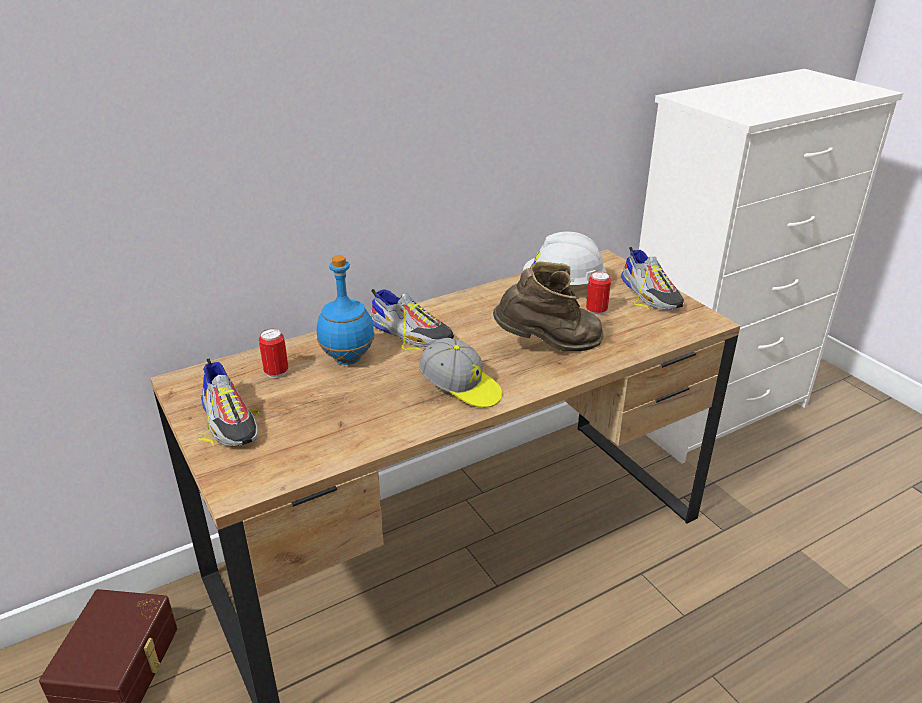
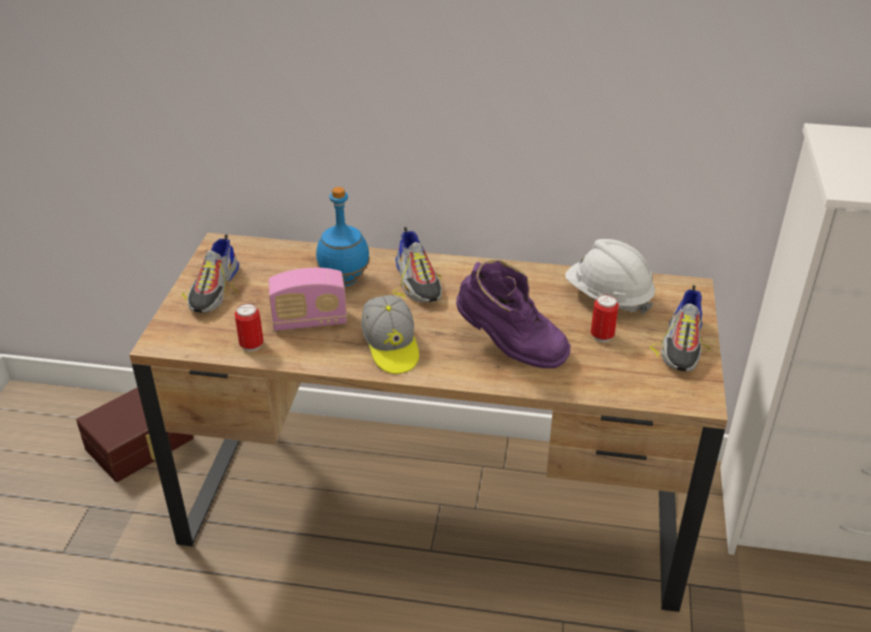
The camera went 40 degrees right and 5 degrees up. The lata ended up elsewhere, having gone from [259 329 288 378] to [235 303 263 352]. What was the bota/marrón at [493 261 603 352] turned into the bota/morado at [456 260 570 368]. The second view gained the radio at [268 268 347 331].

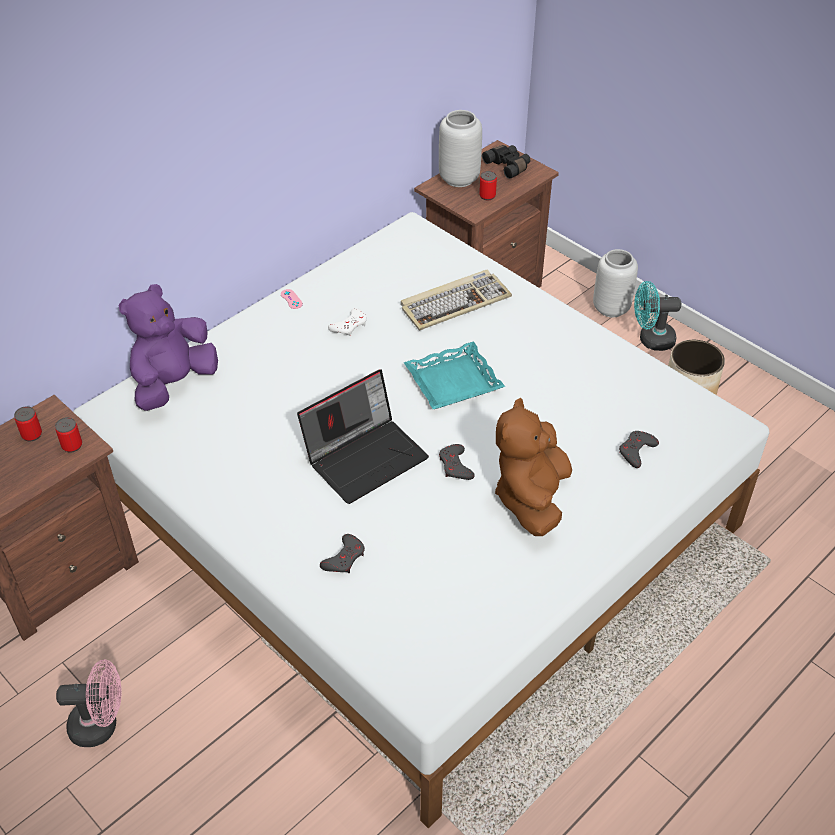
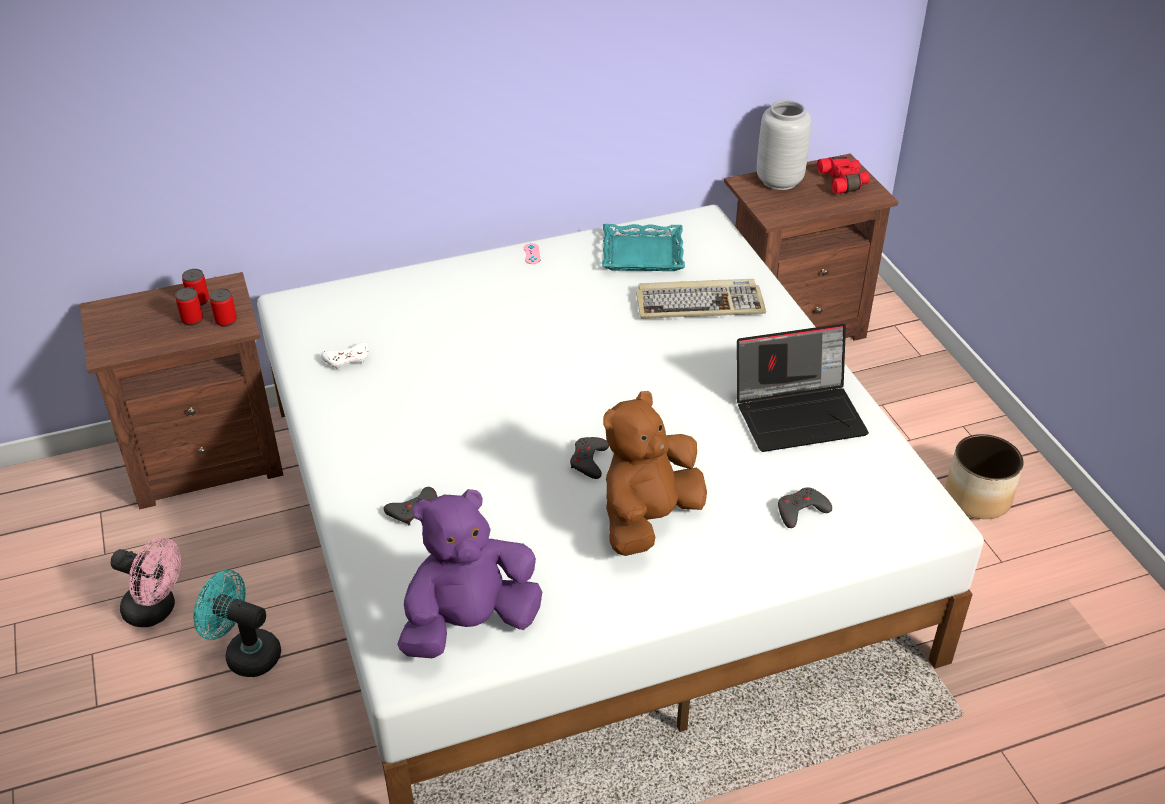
The camera went 25 degrees right and 5 degrees down. The peluche/morado ended up elsewhere, having gone from [119 284 218 411] to [398 489 542 658]. The portátil ended up elsewhere, having gone from [297 369 429 504] to [737 324 869 452]. The mando de consola/blanco ended up elsewhere, having gone from [328 308 367 336] to [321 342 369 371]. The bandeja/turquesa ended up elsewhere, having gone from [404 341 505 409] to [602 224 685 271]. The lata ended up elsewhere, having gone from [479 171 497 200] to [175 287 203 326]. What was the prismáticos/negro at [482 145 530 179] turned into the prismáticos/rojo at [817 157 870 194]. The second view lost the florero/gris at [593 249 638 317]. The ventilador/turquesa ended up elsewhere, having gone from [634 281 681 351] to [194 570 281 677].

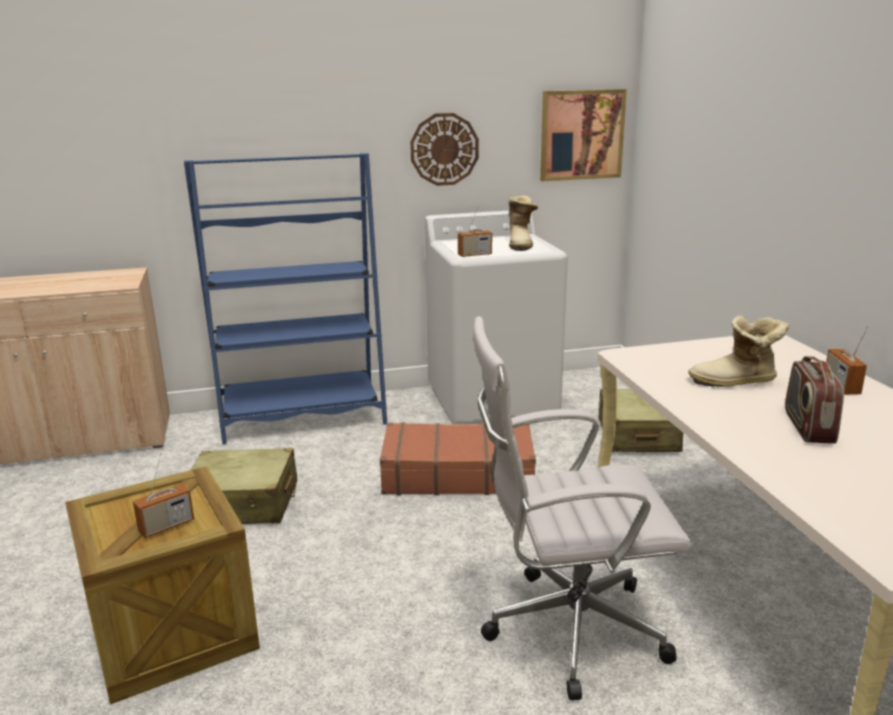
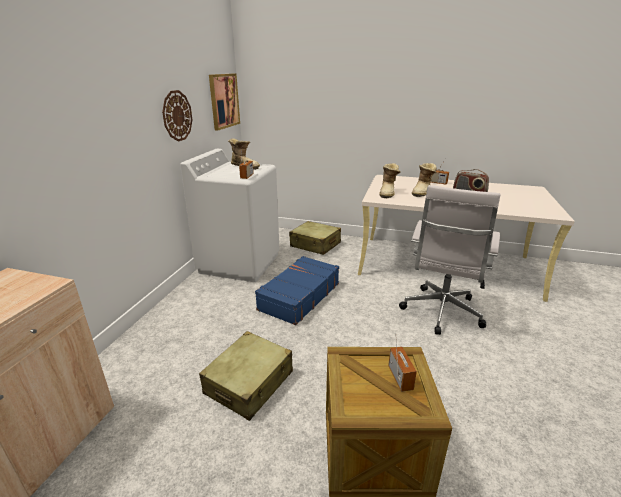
The camera went 60 degrees left and 5 degrees up. The second view lost the estantería/azul at [184 153 387 444]. What was the maleta/marrón at [380 422 536 496] turned into the maleta/azul at [255 256 339 325]. The second view gained the bota at [379 163 401 198].

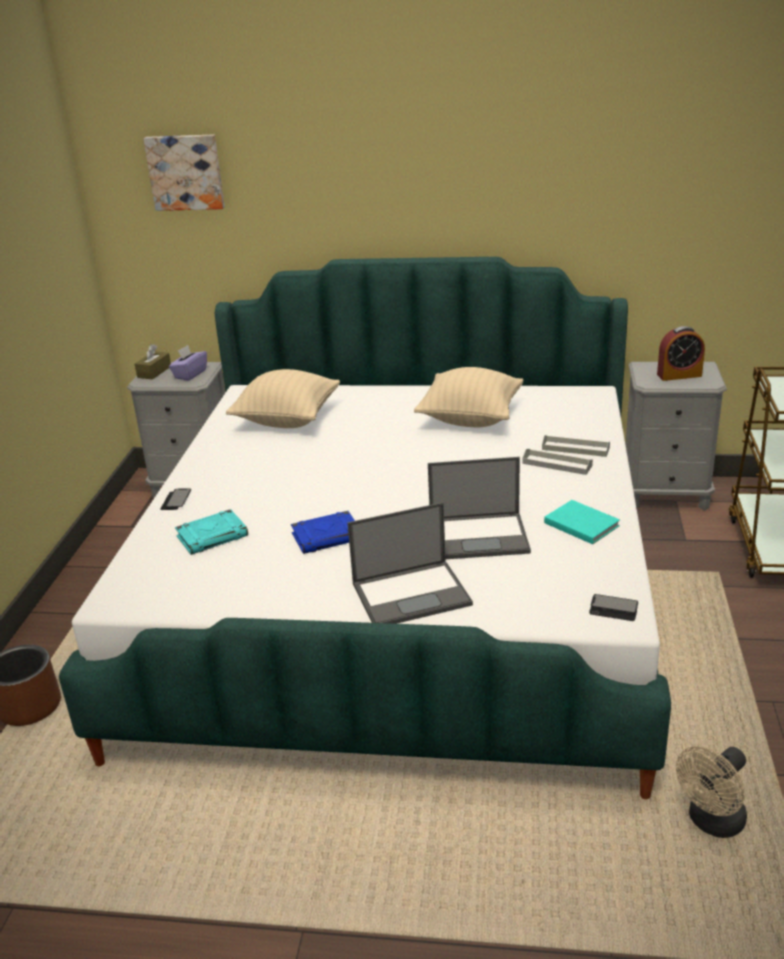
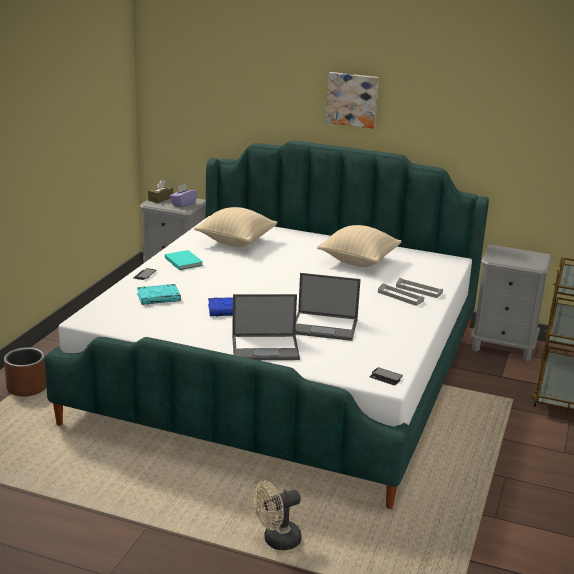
The camera went 10 degrees right and 5 degrees down. The cuadro ended up elsewhere, having gone from [143 134 225 211] to [326 72 379 128]. The libro/turquesa ended up elsewhere, having gone from [544 500 620 544] to [165 250 203 270]. The second view lost the despertador at [657 326 705 381]. The ventilador/beis ended up elsewhere, having gone from [676 746 747 838] to [253 481 302 550].

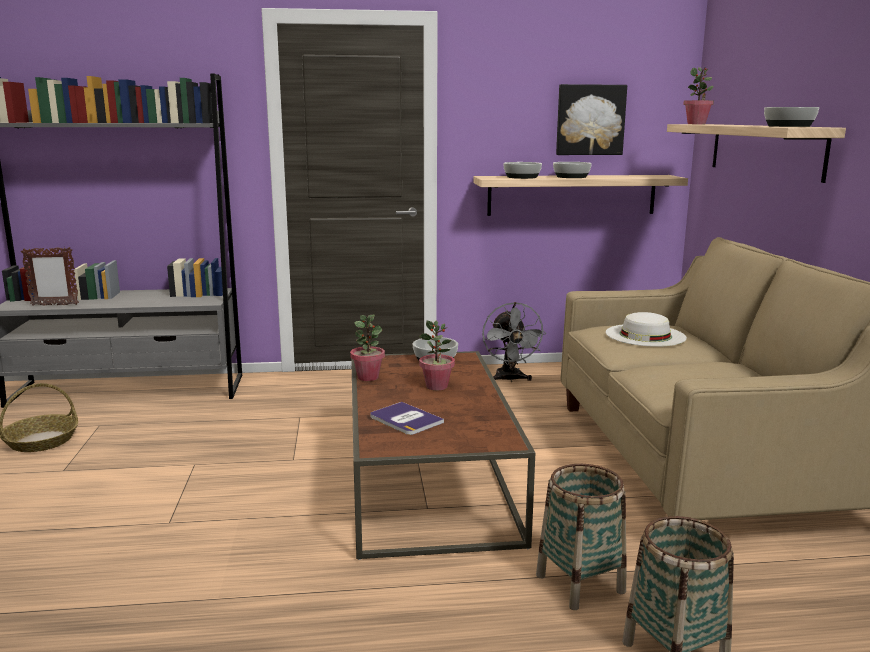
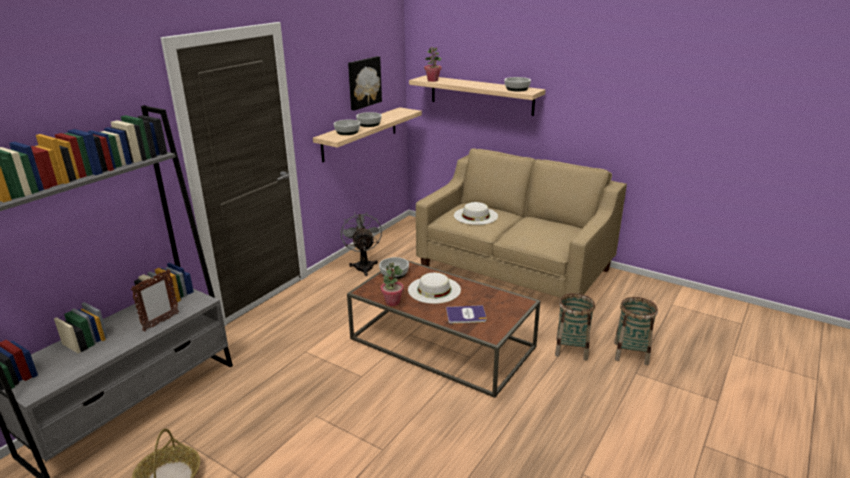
The camera went 50 degrees left and 10 degrees up. The portarretratos ended up elsewhere, having gone from [21 247 79 306] to [131 269 179 331]. Where the planta en maceta stood at [419 321 455 390], the sombrero/blanco came to stand at [408 273 461 304]. The ventilador/gris at [482 302 546 382] ended up facing another way, 135 degrees counterclockwise from before.

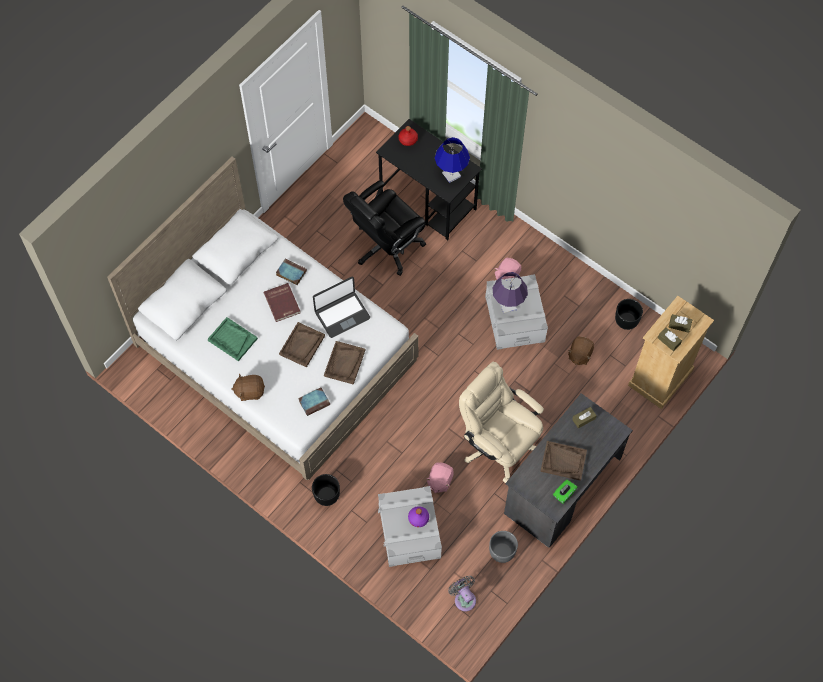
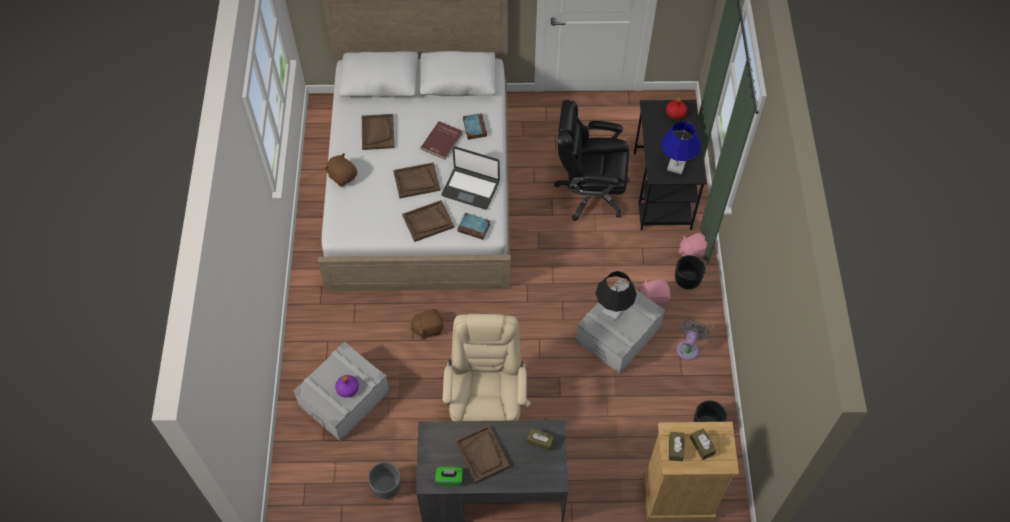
The camera went 50 degrees right and 5 degrees down. What was the bandeja/verde at [208 317 258 361] turned into the bandeja/marrón at [362 114 394 150]. The libro ended up elsewhere, having gone from [298 387 330 416] to [457 213 490 240]. The maceta/negro ended up elsewhere, having gone from [312 474 340 506] to [675 255 706 290]. The peluche/rosa ended up elsewhere, having gone from [426 463 454 493] to [678 233 708 259]. The ventilador/gris ended up elsewhere, having gone from [448 576 476 611] to [676 320 709 361]. What was the lámpara de mesa/morado at [493 272 528 314] turned into the lámpara de mesa/negro at [596 271 637 321]. The peluche/marrón ended up elsewhere, having gone from [568 337 594 365] to [410 309 444 339].

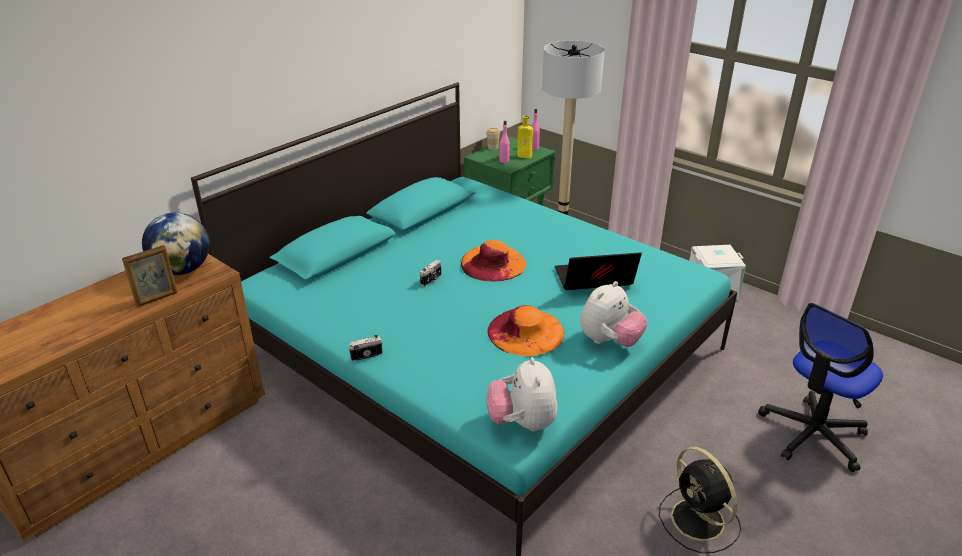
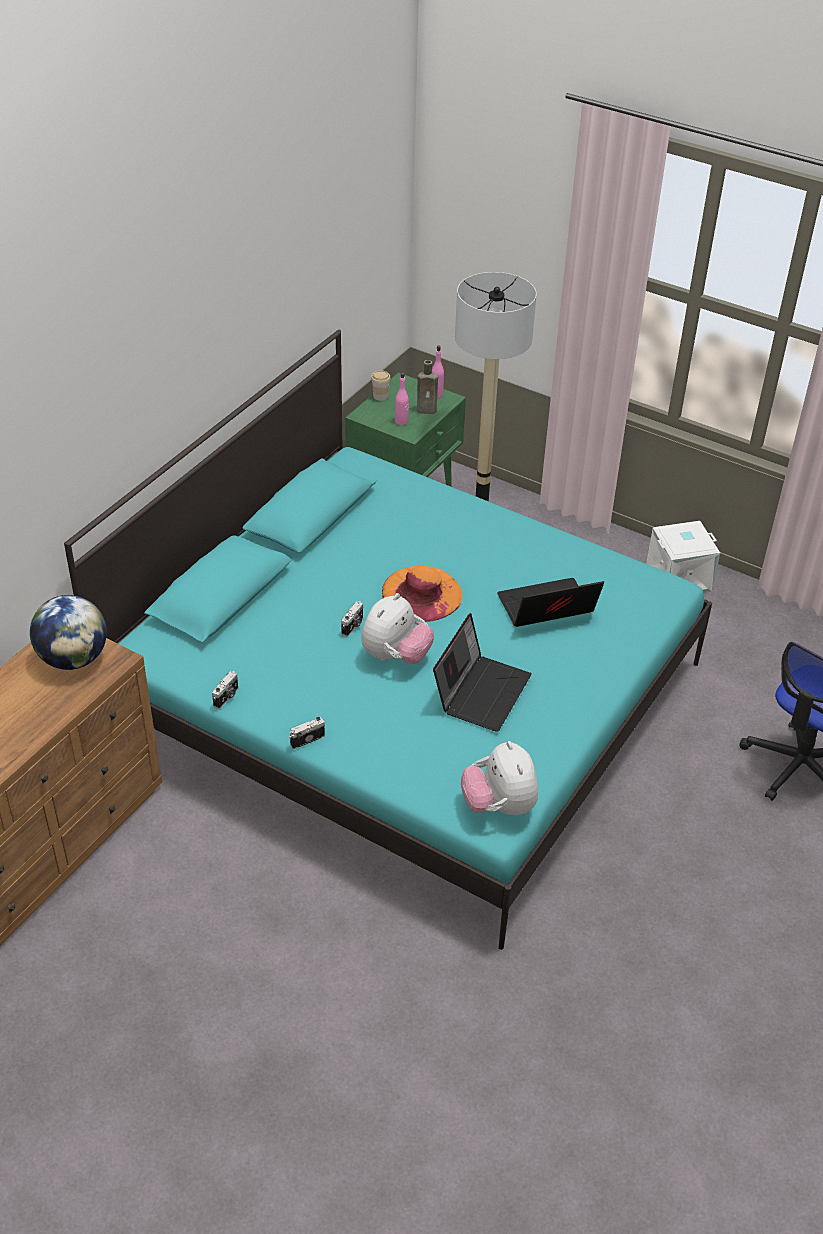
The camera went 10 degrees left and 10 degrees up. The second view lost the portarretratos at [122 245 178 307]. Where the sombrero/naranja stood at [487 305 564 356], the portátil came to stand at [433 613 532 732]. What was the botella/amarillo at [517 115 533 158] turned into the botella/marrón at [417 360 438 414]. The peluche ended up elsewhere, having gone from [580 281 647 347] to [361 593 434 664]. The second view lost the ventilador/negro at [659 447 741 553]. The second view gained the cámara at [212 671 238 709].

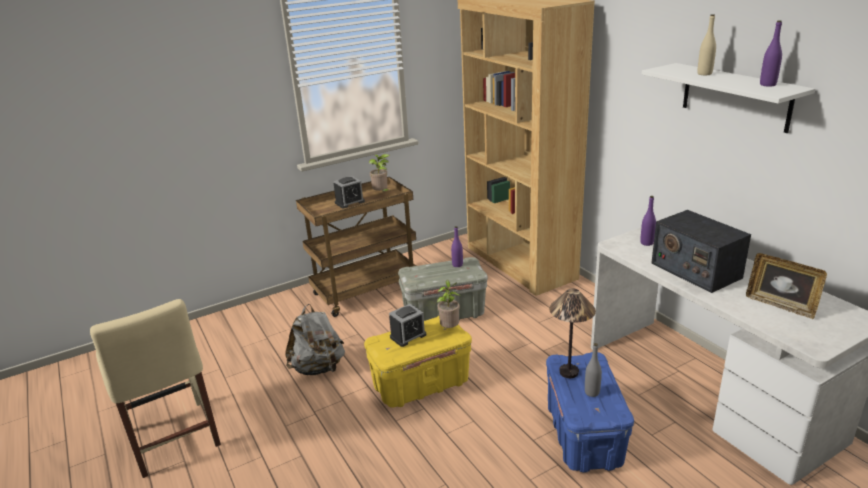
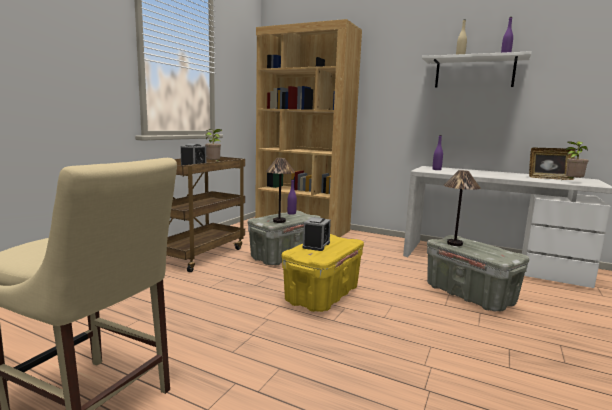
The camera went 35 degrees left and 15 degrees down. The second view lost the mochila/gris at [285 304 345 375]. The planta en maceta ended up elsewhere, having gone from [437 280 460 328] to [566 141 589 179]. What was the caja de almacenaje/azul at [546 352 634 473] turned into the caja de almacenaje/gris at [427 235 529 312]. The second view lost the botella/gris at [585 343 602 397]. The second view lost the radio at [651 210 751 293]. The second view gained the lámpara de mesa at [266 158 295 223].

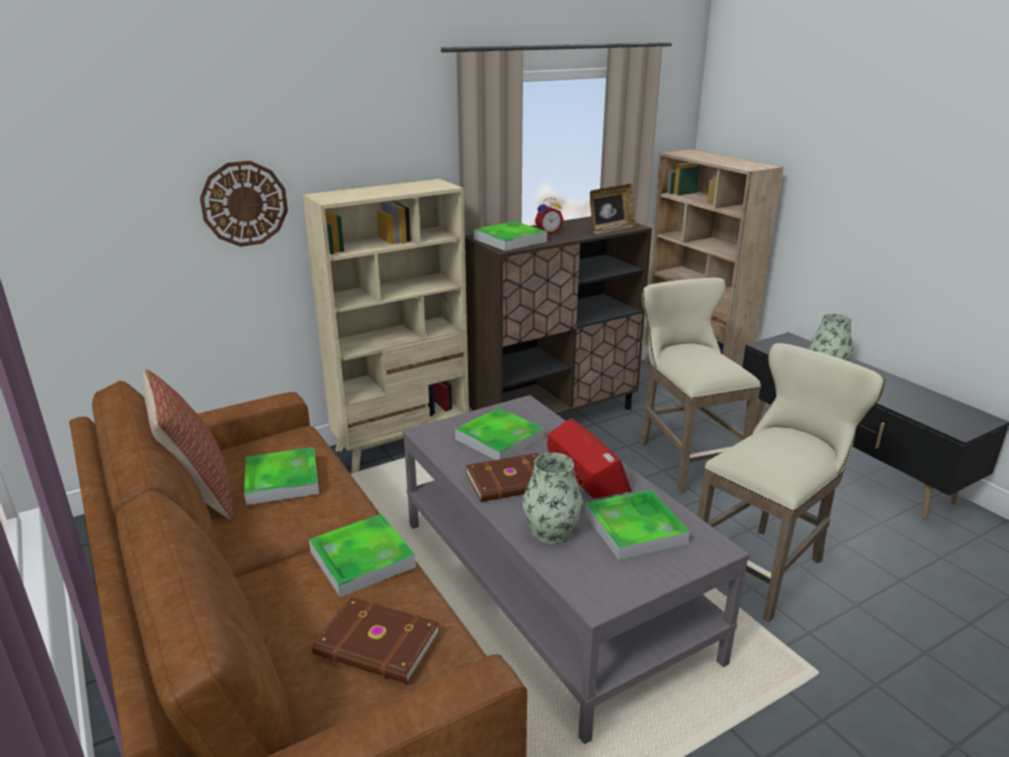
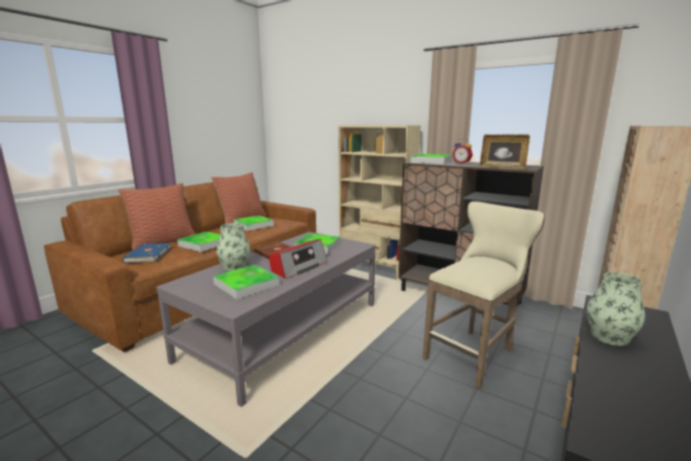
The camera went 65 degrees right and 10 degrees down. The second view lost the reloj de pared at [200 161 288 247]. What was the libro/marrón at [312 597 440 684] turned into the libro/azul at [122 243 171 263]. The second view lost the taburete/beis at [697 343 885 622]. The second view gained the cojín at [118 183 195 251].

